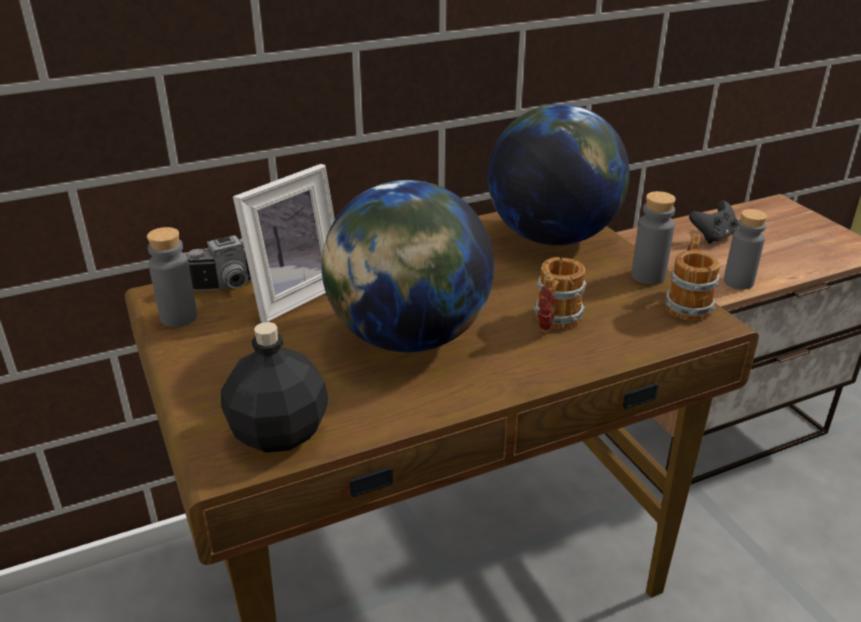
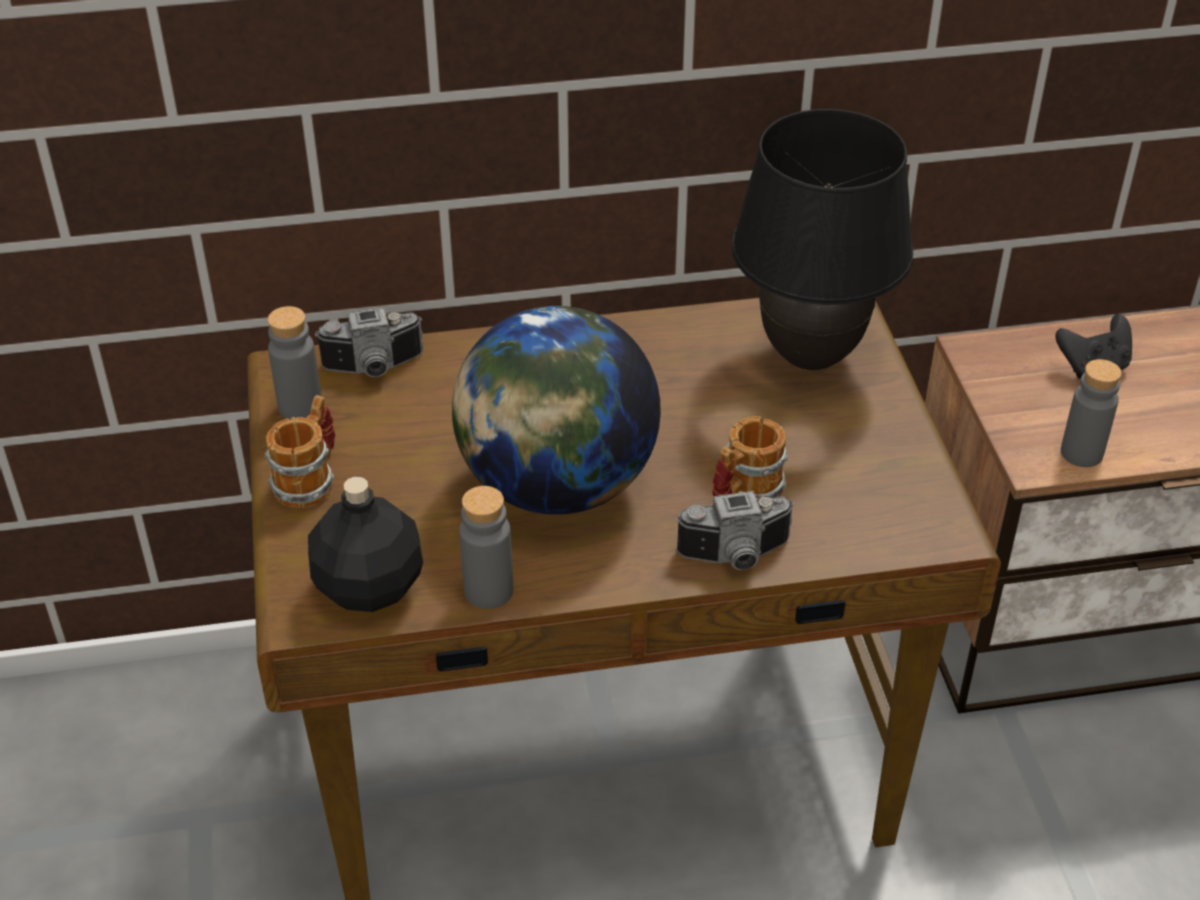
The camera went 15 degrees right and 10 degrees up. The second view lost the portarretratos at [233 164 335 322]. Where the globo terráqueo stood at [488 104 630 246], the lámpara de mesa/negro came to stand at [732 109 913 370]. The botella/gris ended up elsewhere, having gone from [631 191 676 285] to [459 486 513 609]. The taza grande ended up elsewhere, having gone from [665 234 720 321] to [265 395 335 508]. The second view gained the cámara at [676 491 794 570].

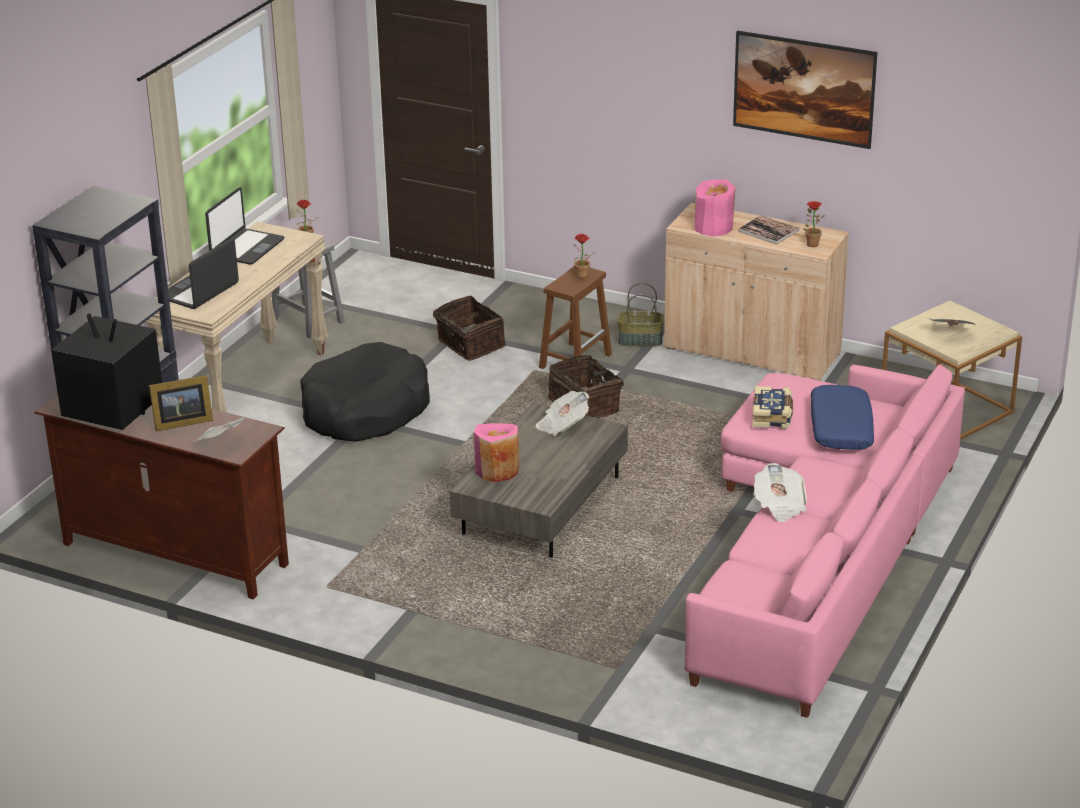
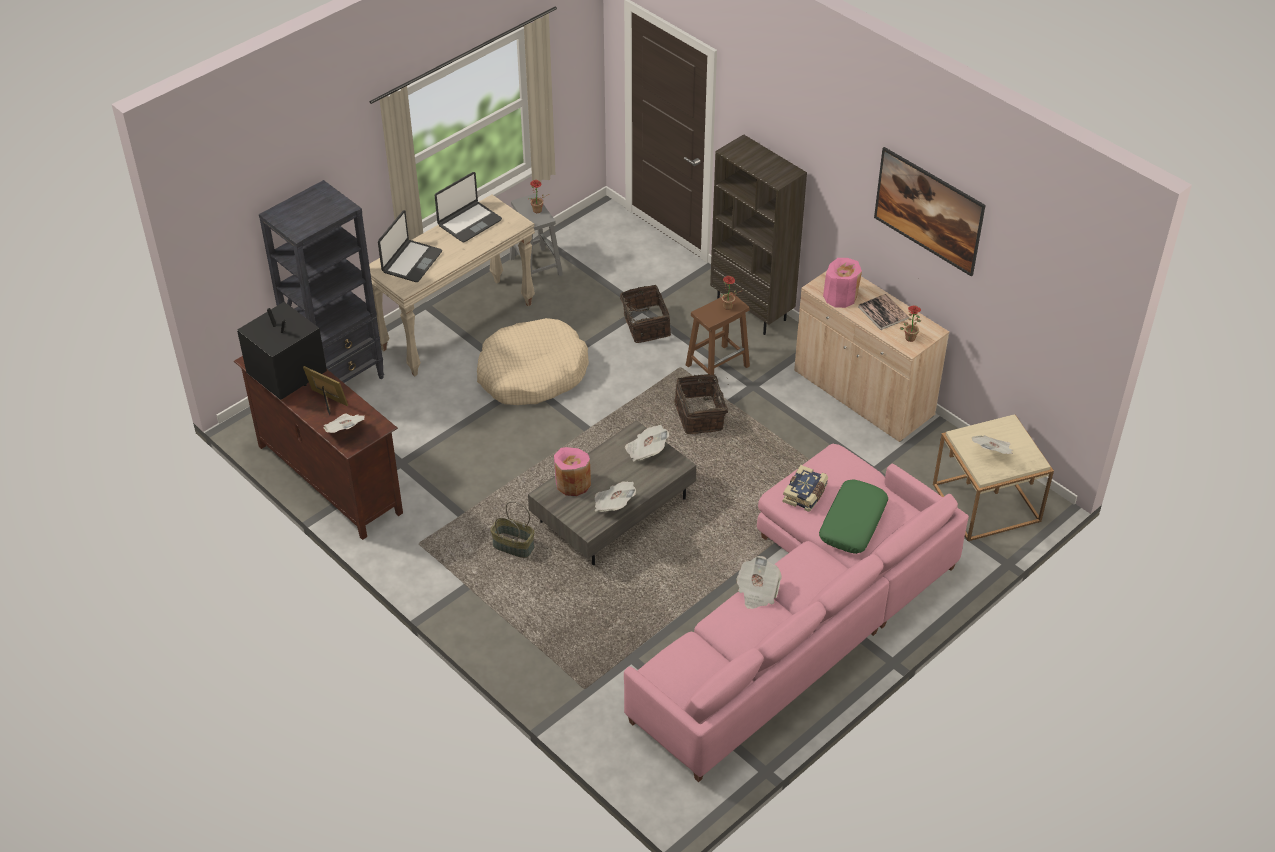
The camera went 20 degrees right and 15 degrees up. The portarretratos at [149 375 213 431] ended up facing another way, 150 degrees counterclockwise from before. The portátil at [168 238 239 309] ended up facing another way, 150 degrees clockwise from before. What was the cama para perro/negro at [300 342 430 442] turned into the cama para perro/beis at [477 318 589 405]. The cesta ended up elsewhere, having gone from [617 283 664 347] to [490 501 535 558]. What was the cojín/azul at [811 385 874 450] turned into the cojín/verde at [819 479 888 554]. The second view gained the periódico at [595 482 636 512]. The second view gained the estantería/marrón at [710 134 807 335].

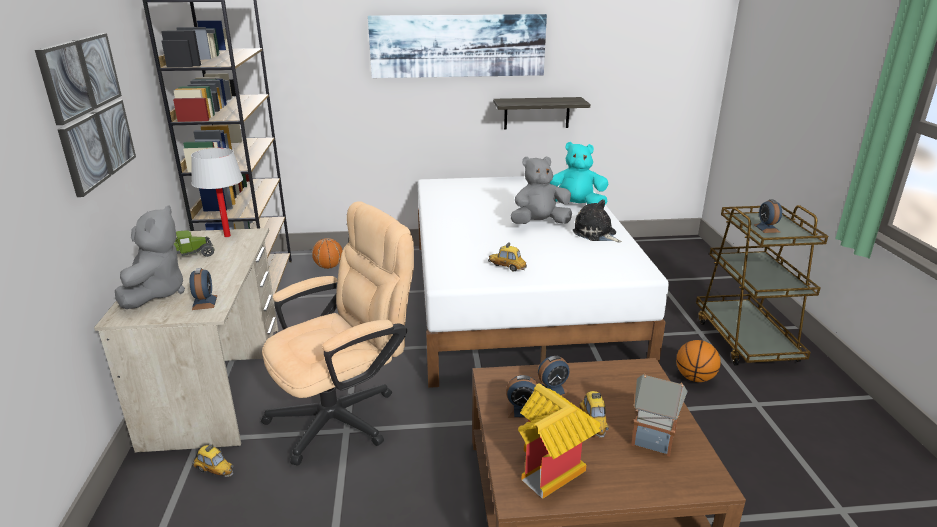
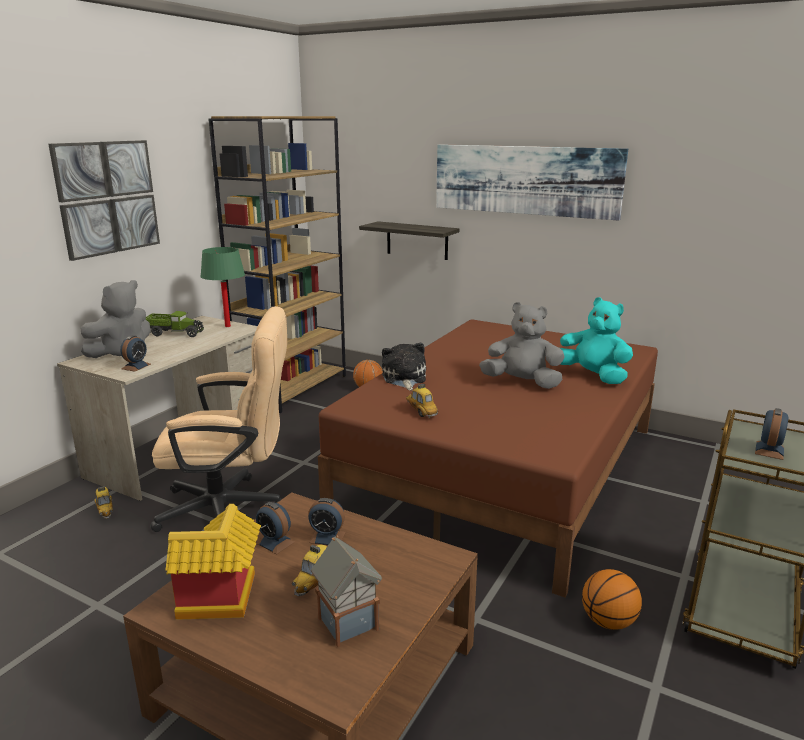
The camera went 35 degrees right and 5 degrees down. What was the lámpara de mesa/blanco at [191 148 243 237] turned into the lámpara de mesa/verde at [200 247 245 327]. What was the cama/blanco at [418 176 669 388] turned into the cama/marrón at [318 319 658 598]. The estante ended up elsewhere, having gone from [493 97 590 129] to [359 221 459 260]. The peluche ended up elsewhere, having gone from [573 200 622 242] to [382 343 426 391].

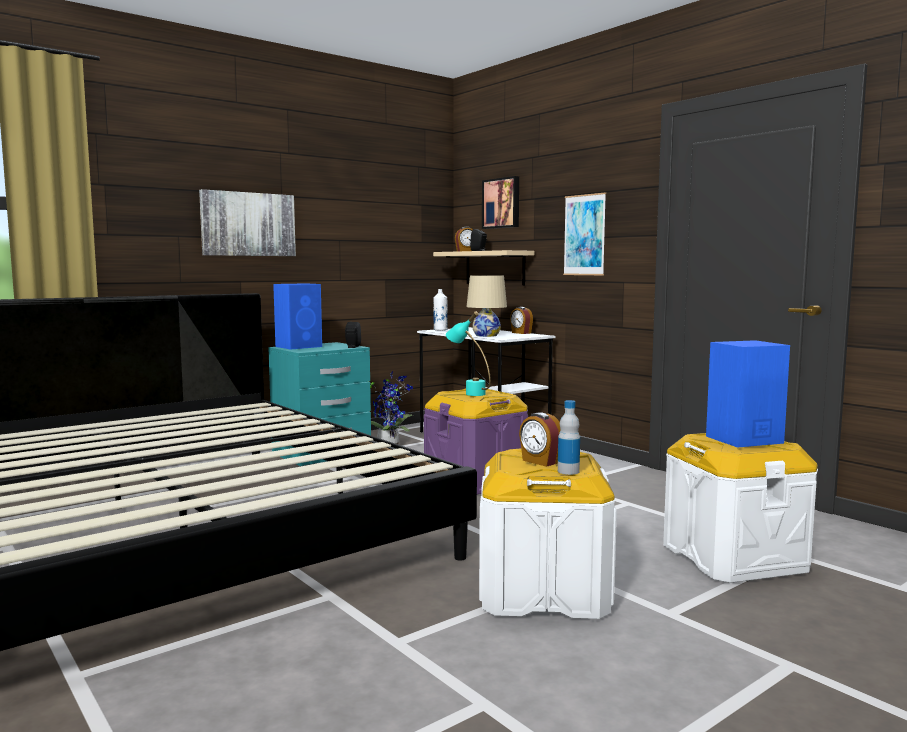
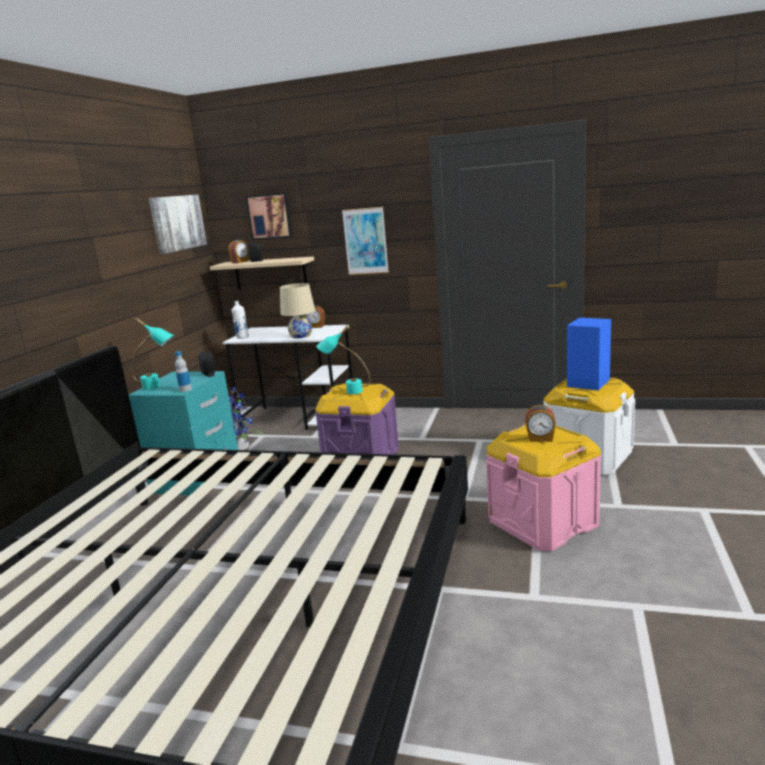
The camera went 35 degrees left and 10 degrees up. The cuadro ended up elsewhere, having gone from [199 189 296 256] to [149 195 207 254]. Where the altavoz/azul stood at [273 283 322 350], the lámpara de mesa/turquesa came to stand at [132 318 174 390]. What was the caja de almacenaje/blanco at [479 448 617 619] turned into the caja de almacenaje/rosa at [486 423 602 551]. The botella ended up elsewhere, having gone from [558 400 580 475] to [175 351 192 392].

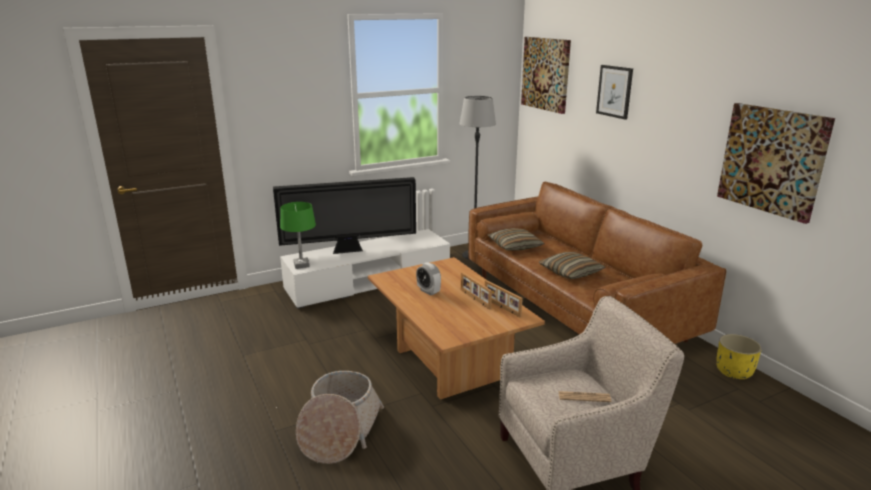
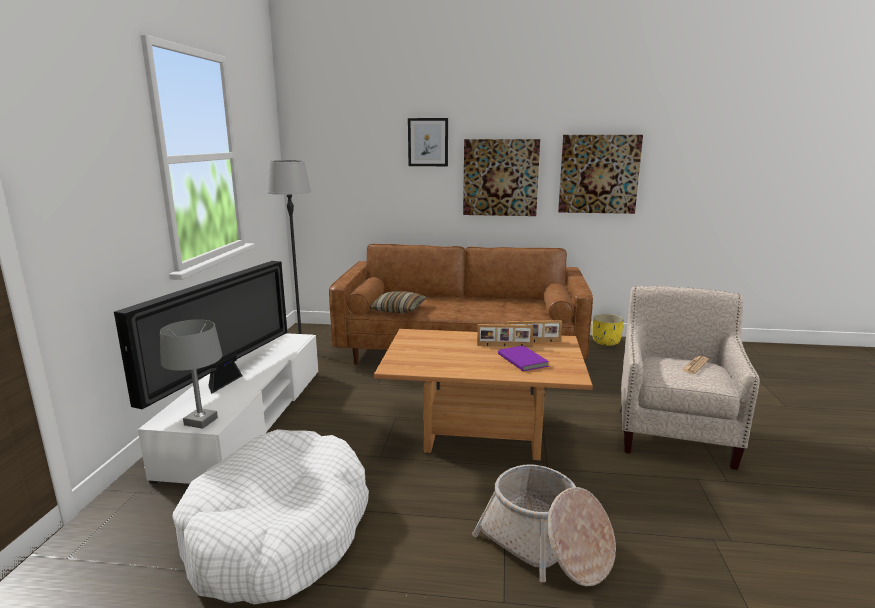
The camera went 55 degrees left and 5 degrees down. What was the lámpara de mesa/verde at [280 202 316 269] turned into the lámpara de mesa/gris at [160 320 223 429]. The second view lost the despertador at [416 262 441 295]. The cuadro ended up elsewhere, having gone from [521 37 571 114] to [463 139 540 216]. The second view lost the cojín at [539 252 606 279]. The second view gained the cama para perro/blanco at [173 429 369 605]. The second view gained the libro/morado at [498 346 549 372].

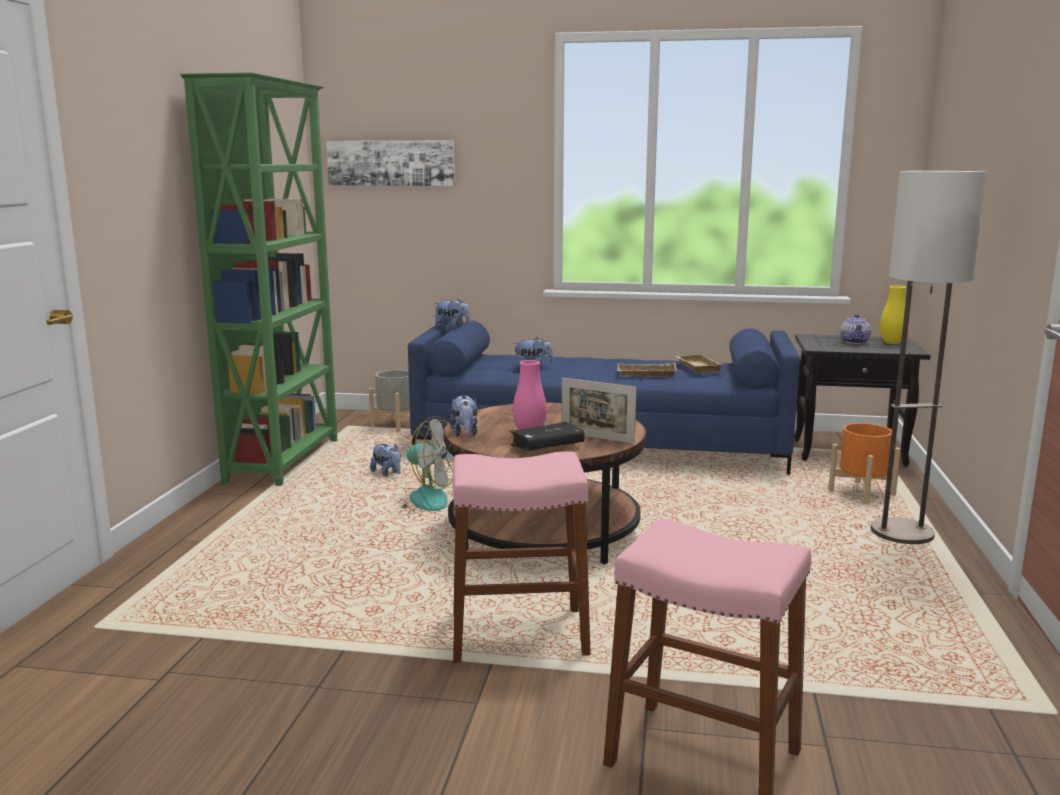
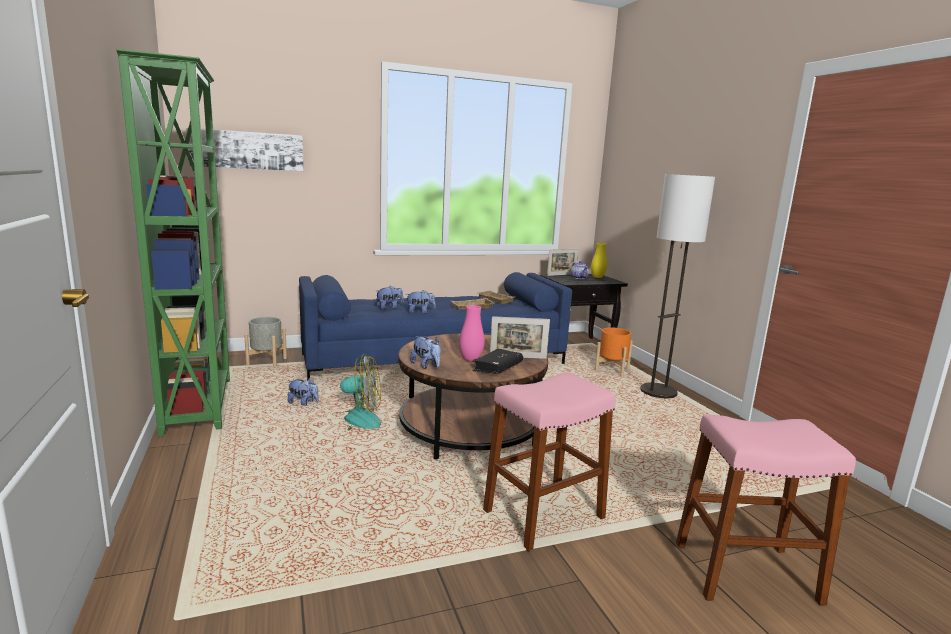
The camera went 30 degrees left and 0 degrees up. The peluche ended up elsewhere, having gone from [435 299 470 329] to [406 290 436 314]. The second view gained the portarretratos at [547 249 578 276].

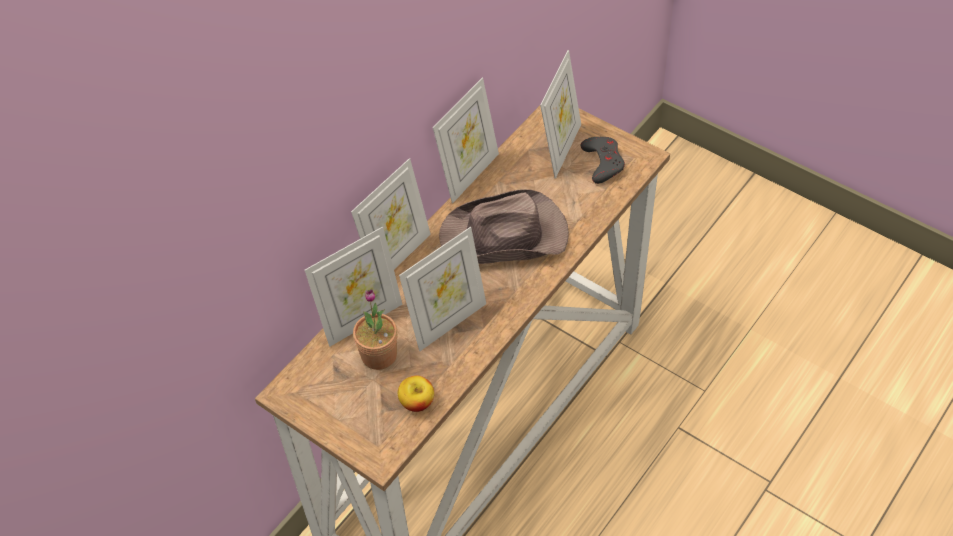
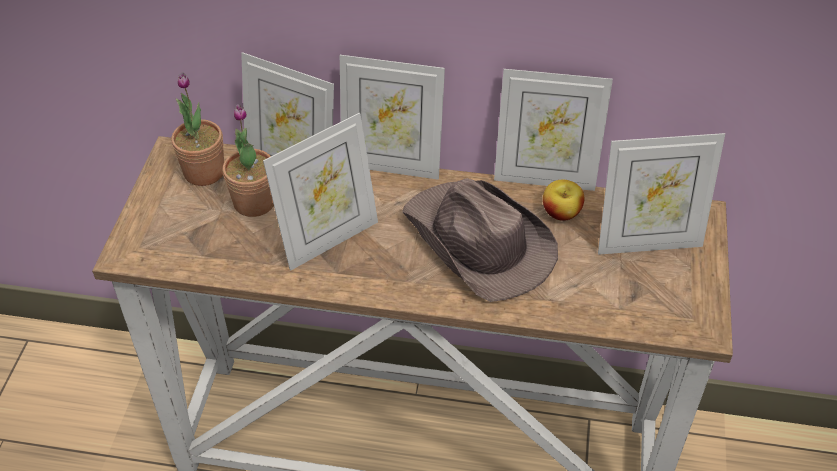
The camera went 60 degrees right and 5 degrees down. The manzana ended up elsewhere, having gone from [398 375 434 412] to [543 180 584 221]. The portarretratos at [399 227 486 351] ended up facing another way, 60 degrees counterclockwise from before. The second view lost the mando de consola/gris at [580 137 625 184]. The second view gained the planta en maceta at [171 72 224 186].

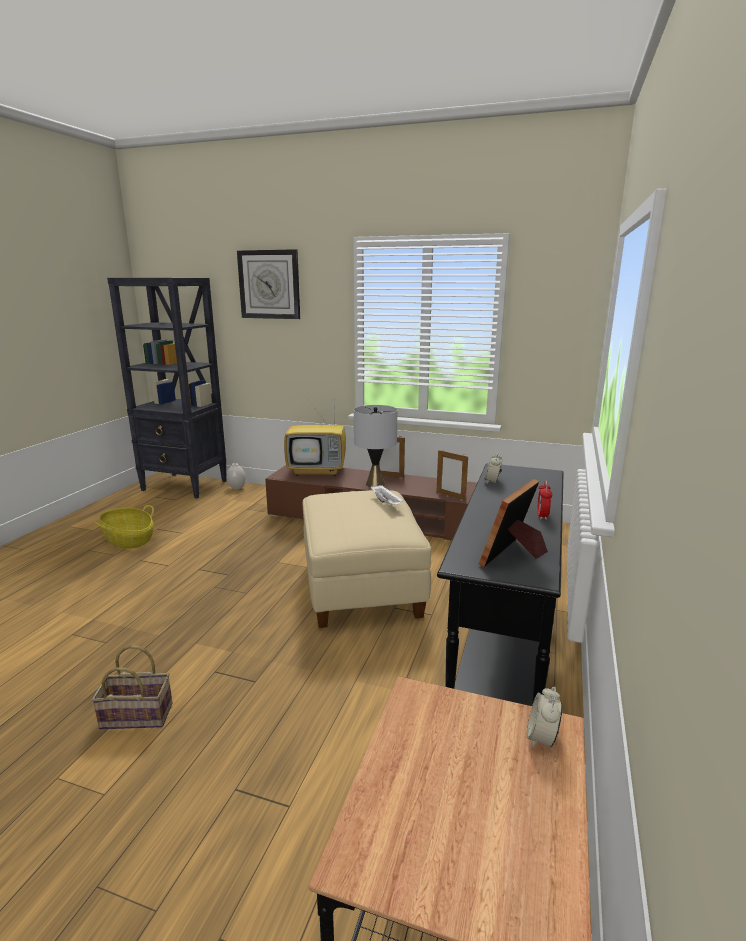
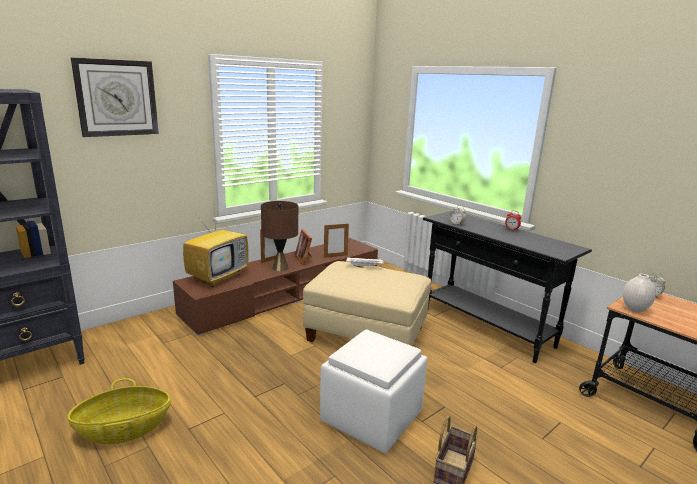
The camera went 60 degrees left and 0 degrees up. The florero/blanco ended up elsewhere, having gone from [226 463 246 490] to [623 274 656 313]. What was the lámpara de mesa/gris at [354 405 397 487] turned into the lámpara de mesa/marrón at [261 201 298 271]. The portarretratos ended up elsewhere, having gone from [479 479 548 567] to [295 230 312 266]. The second view gained the puf/blanco at [320 329 428 453].

